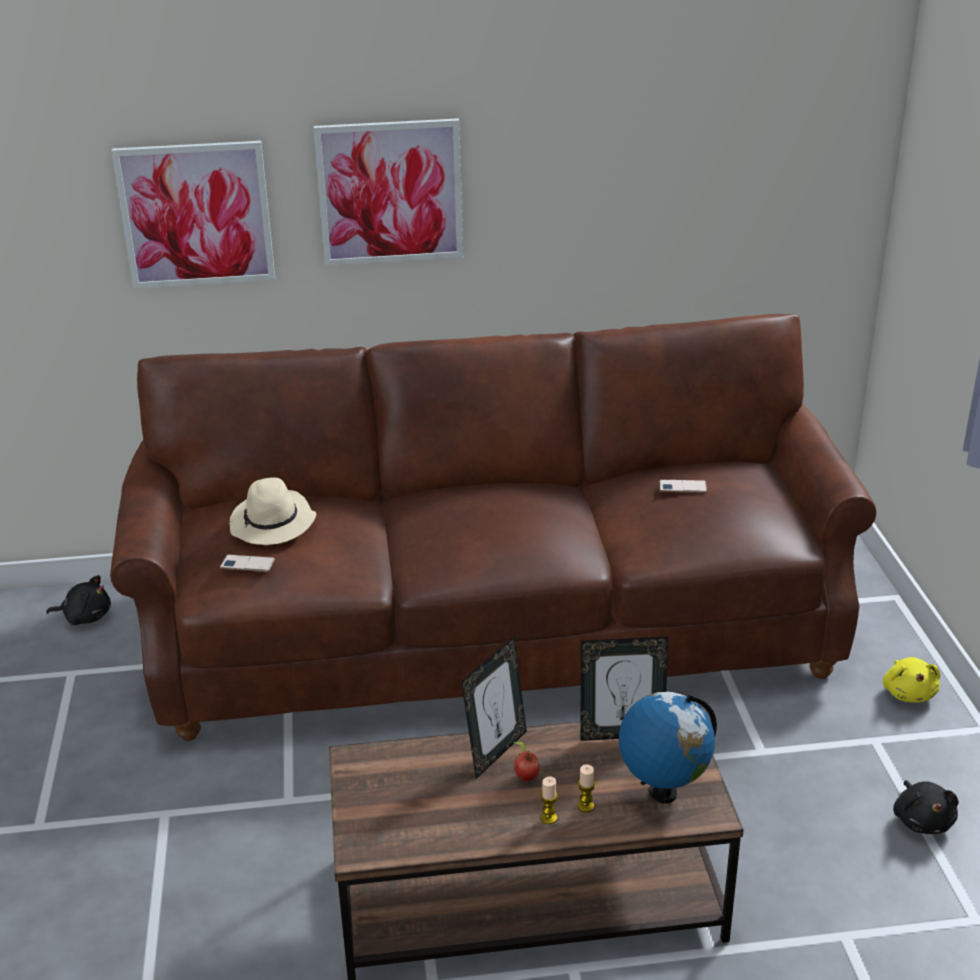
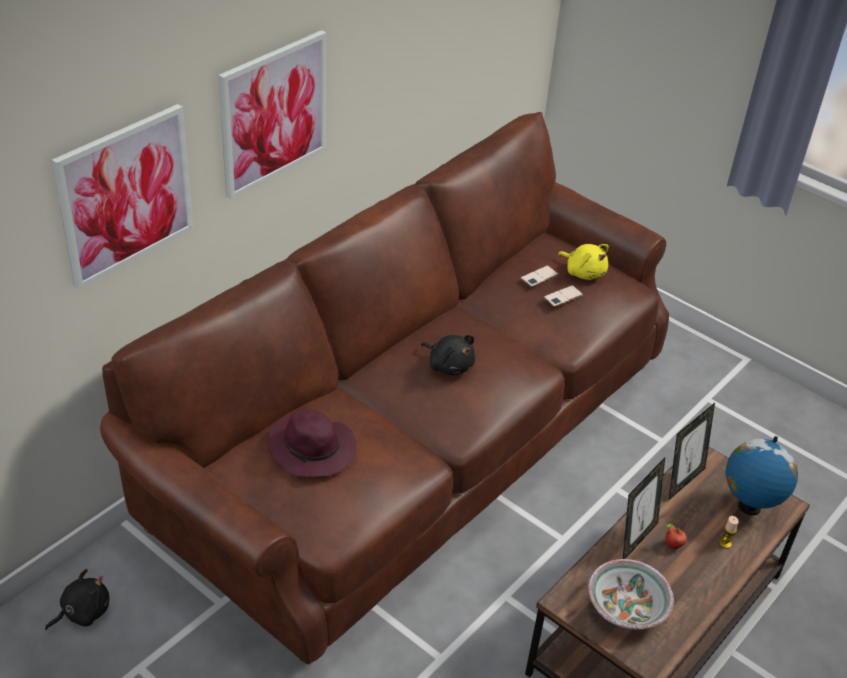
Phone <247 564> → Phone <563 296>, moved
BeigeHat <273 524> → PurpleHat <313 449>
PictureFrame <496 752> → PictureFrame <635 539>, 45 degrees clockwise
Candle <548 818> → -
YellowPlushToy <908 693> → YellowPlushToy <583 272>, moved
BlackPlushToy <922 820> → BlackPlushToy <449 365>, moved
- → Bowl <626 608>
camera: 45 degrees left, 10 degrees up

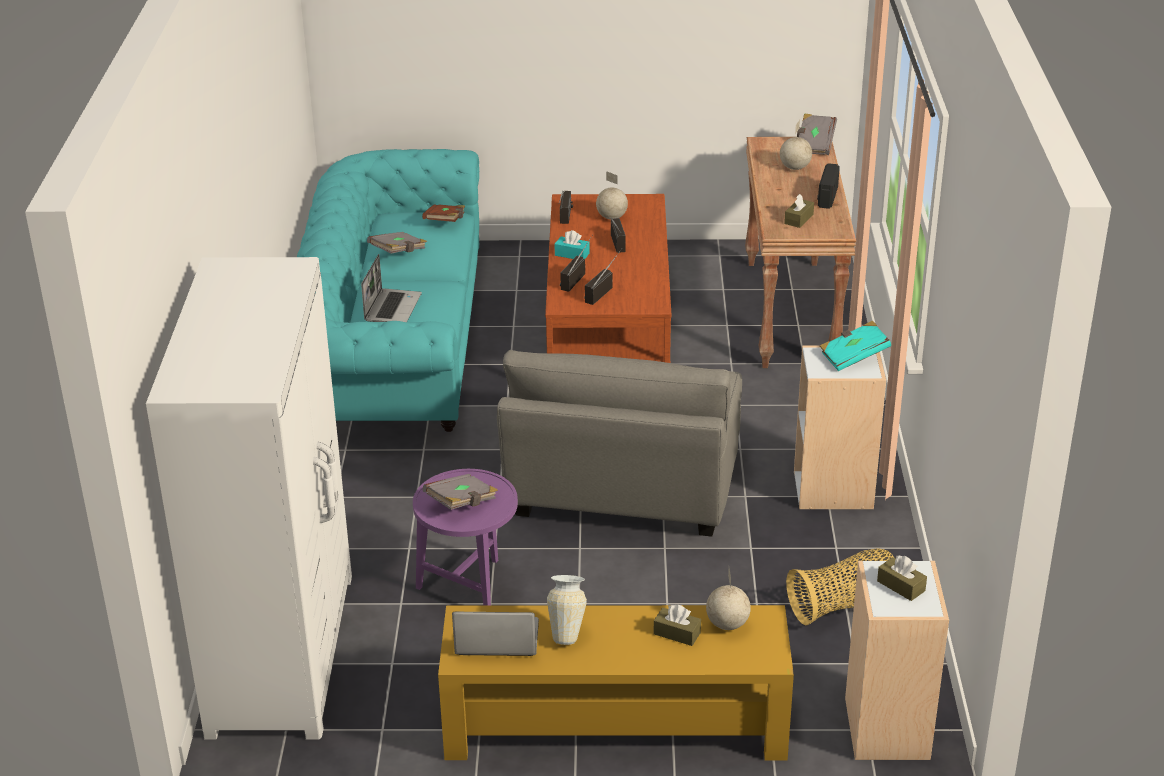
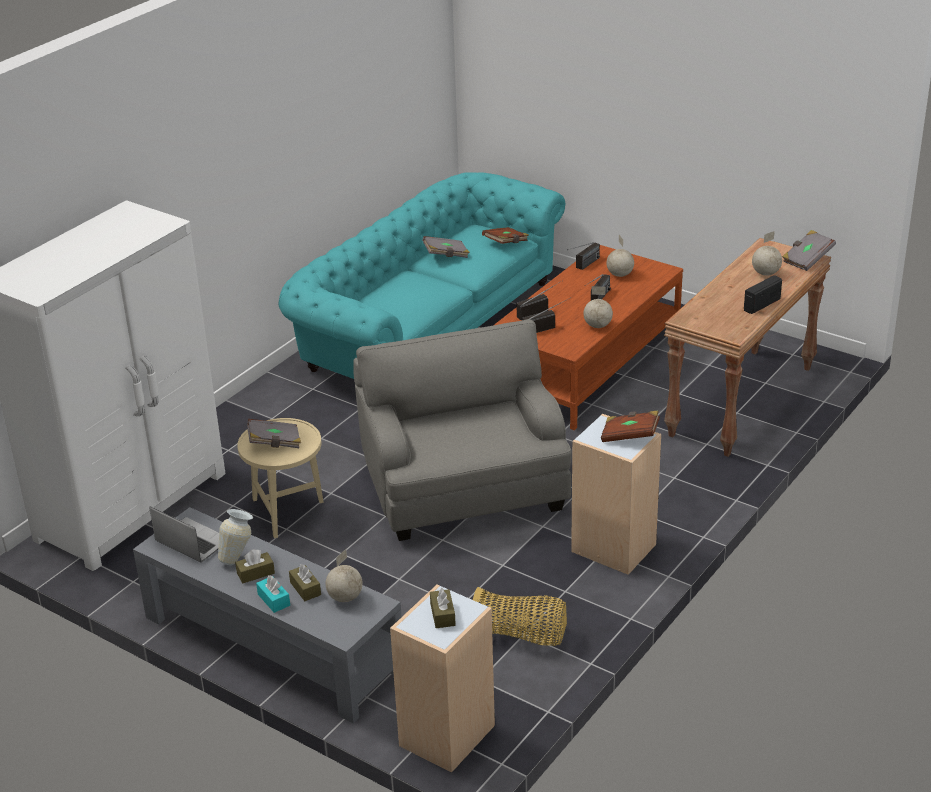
Laptop <392 307> → -
PurpleSideTable <469 585> → BeigeSideTable <287 511>
YellowTvStand <615 722> → GreyTvStand <273 643>
GreyArmchair <623 487> → GreyArmchair <463 485>, 120 degrees clockwise
TurquoiseTissueBox <572 254> → TurquoiseTissueBox <274 600>, moved
BrownTissueBox <798 219> → BrownTissueBox <255 573>, moved
TurquoiseBook <853 357> → BrownBook <630 436>
- → Globe <597 326>
camera: 35 degrees right, 0 degrees up

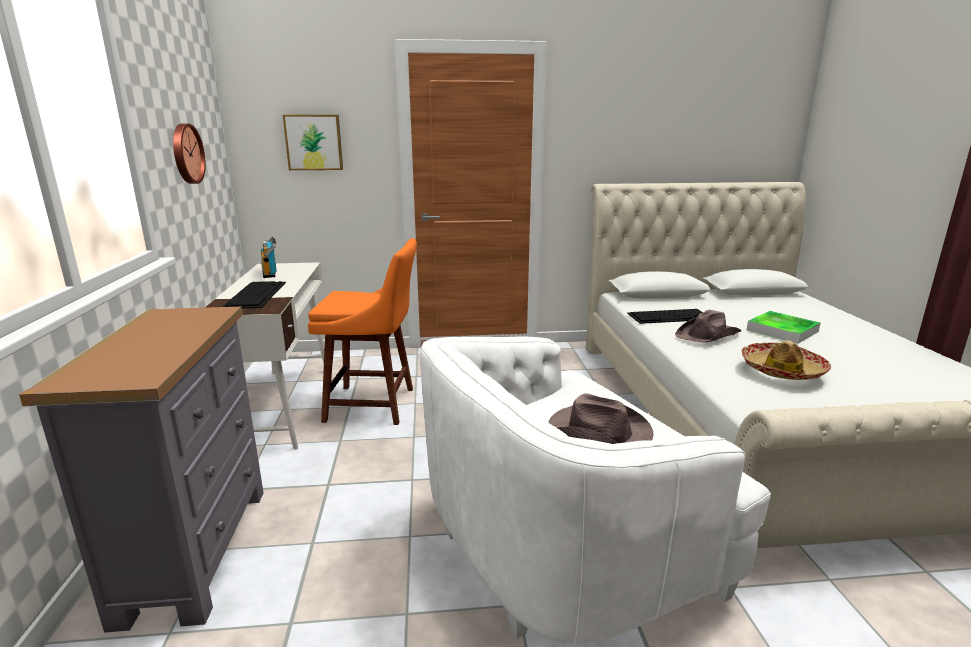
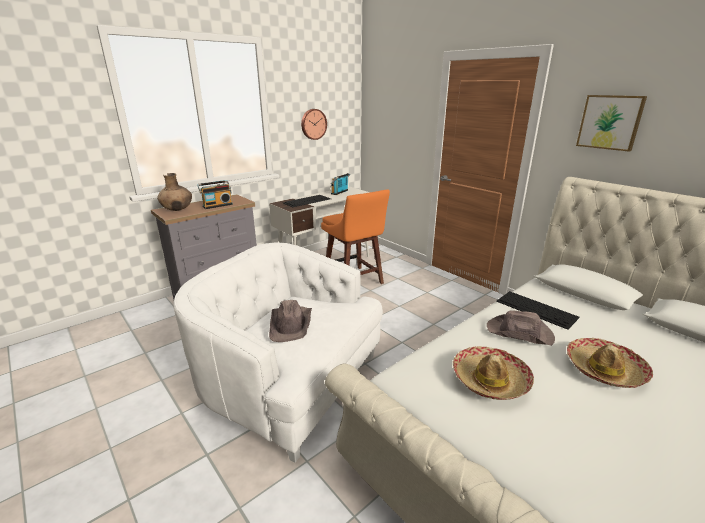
Picture <314 142> → Picture <610 122>, moved
Tray <782 330> → Hat <604 369>
- → BrownVase <177 210>
- → Radio <217 205>
camera: 55 degrees right, 5 degrees up

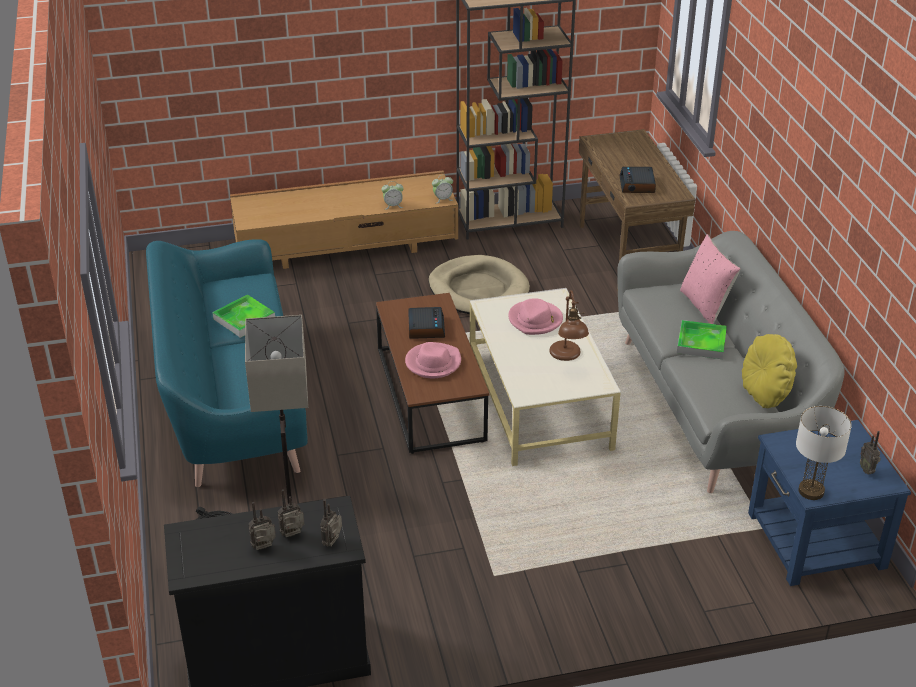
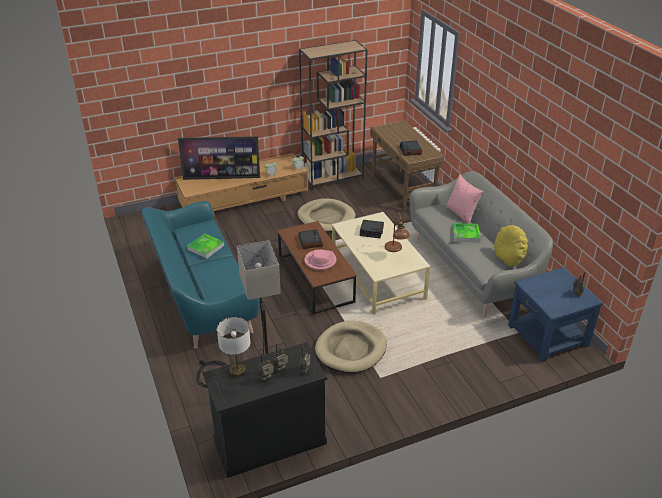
PinkHat <535 320> → AlarmClock <372 231>
TableLamp <811 491> → TableLamp <237 370>, moved
- → Television <222 178>
- → BeigeDogBed <351 349>
camera: 10 degrees left, 0 degrees up

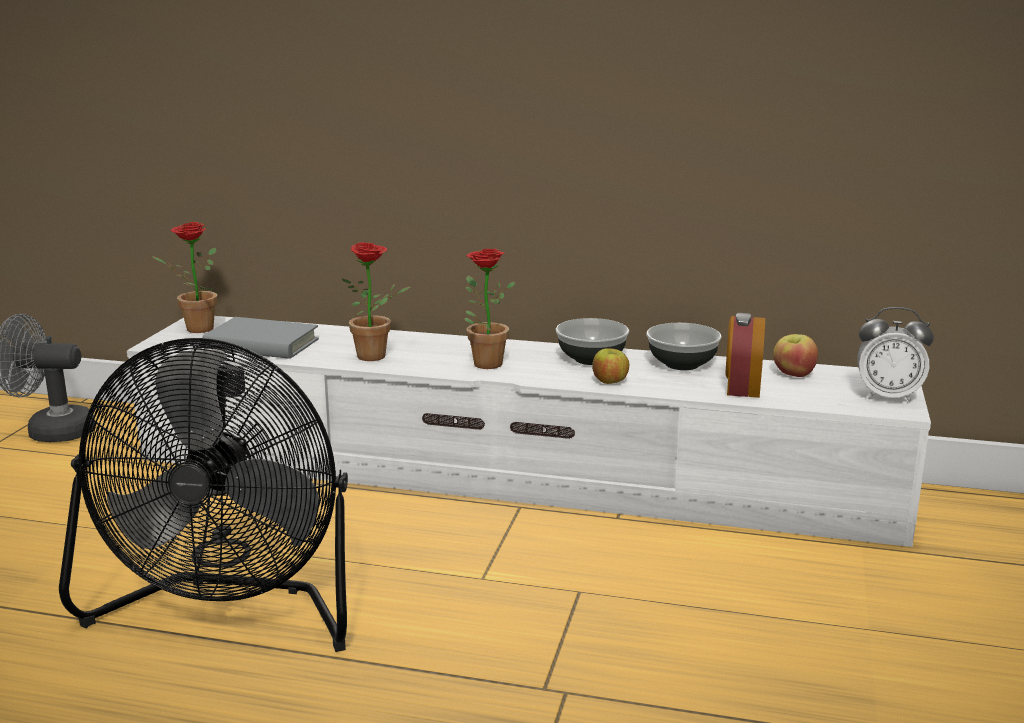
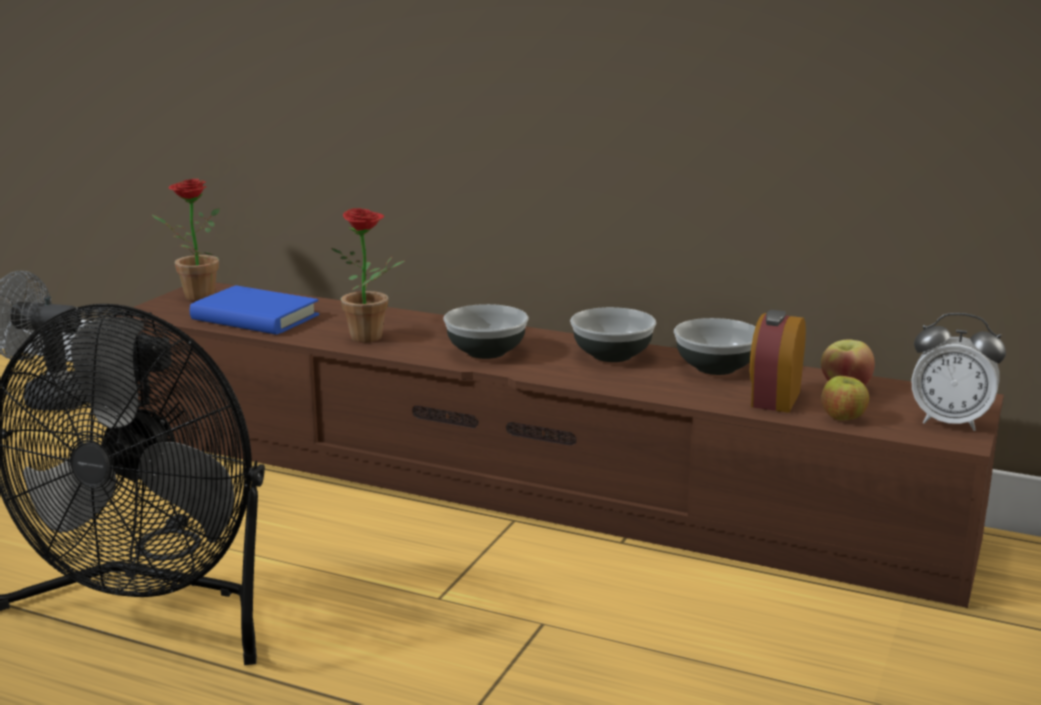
WhiteTvStand <512 473> → BrownTvStand <520 481>
GreyBook <261 344> → BlueBook <255 317>
PottedPlant <483 362> → Bowl <486 351>
Apple <610 382> → Apple <843 418>, moved
camera: 10 degrees right, 0 degrees up

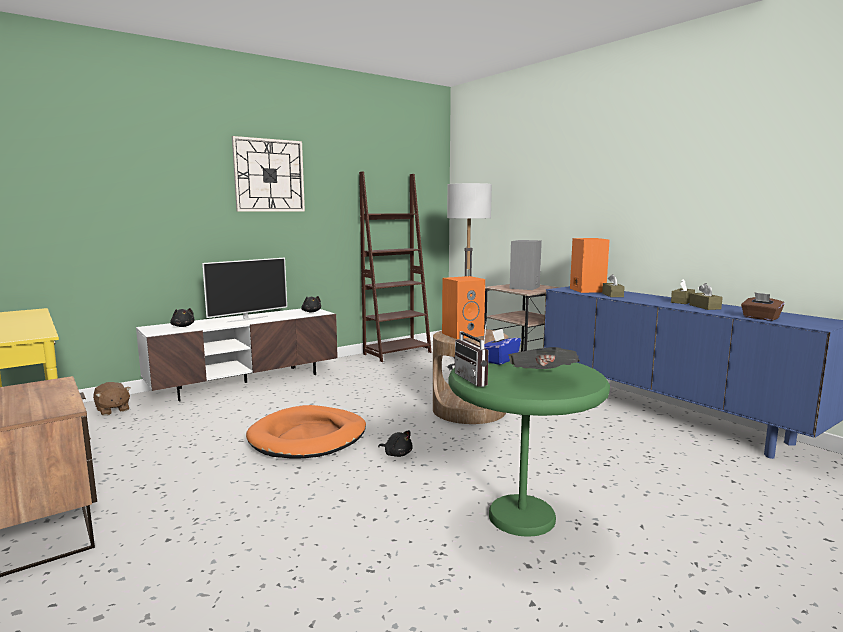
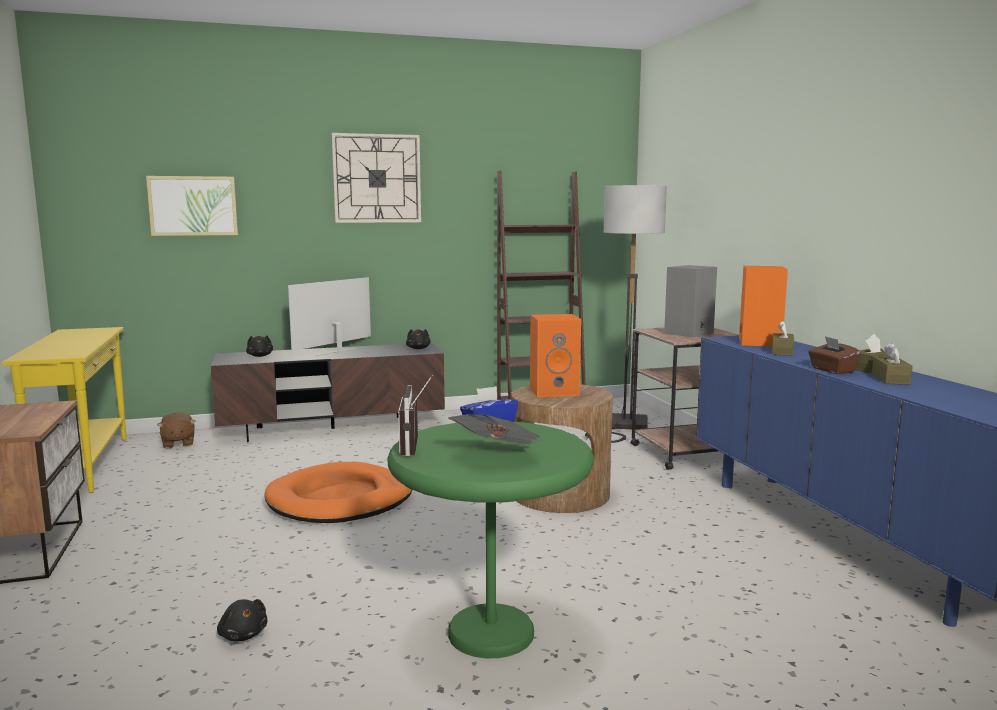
WhiteTvStand <245 382> → BlackTvStand <333 428>
Television <247 319> → Television <336 352>, 150 degrees clockwise
BlackPlushToy <397 454> → BlackPlushToy <243 635>, moved
BrownTissueBox <760 318> → BrownTissueBox <832 370>, moved
- → Picture <193 206>
camera: 20 degrees right, 0 degrees up

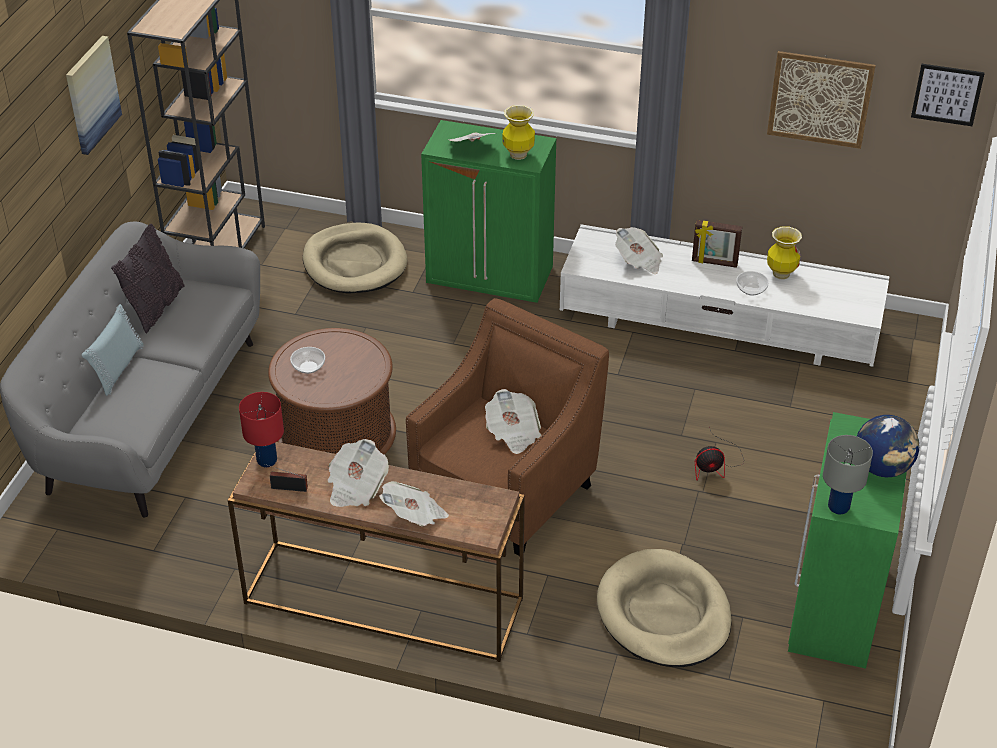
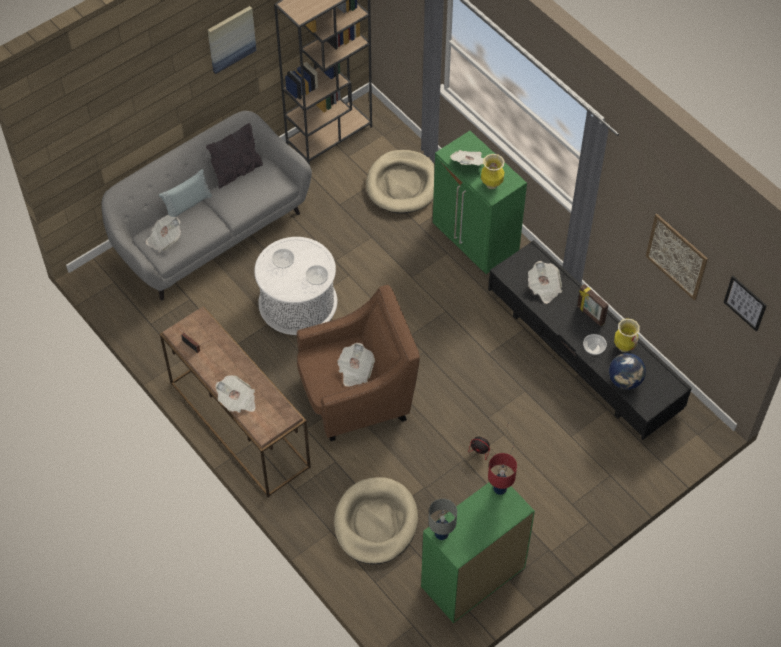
RedTableLamp <267 462> → RedTableLamp <499 490>, moved
BrownCoffeeTable <336 433> → WhiteCoffeeTable <297 302>
Newspaper <356 487> → Newspaper <164 239>, moved
WhiteTvStand <719 322> → BlackTvStand <584 352>
Globe <882 468> → Globe <625 381>, moved
- → Bowl <317 279>
camera: 35 degrees right, 15 degrees up

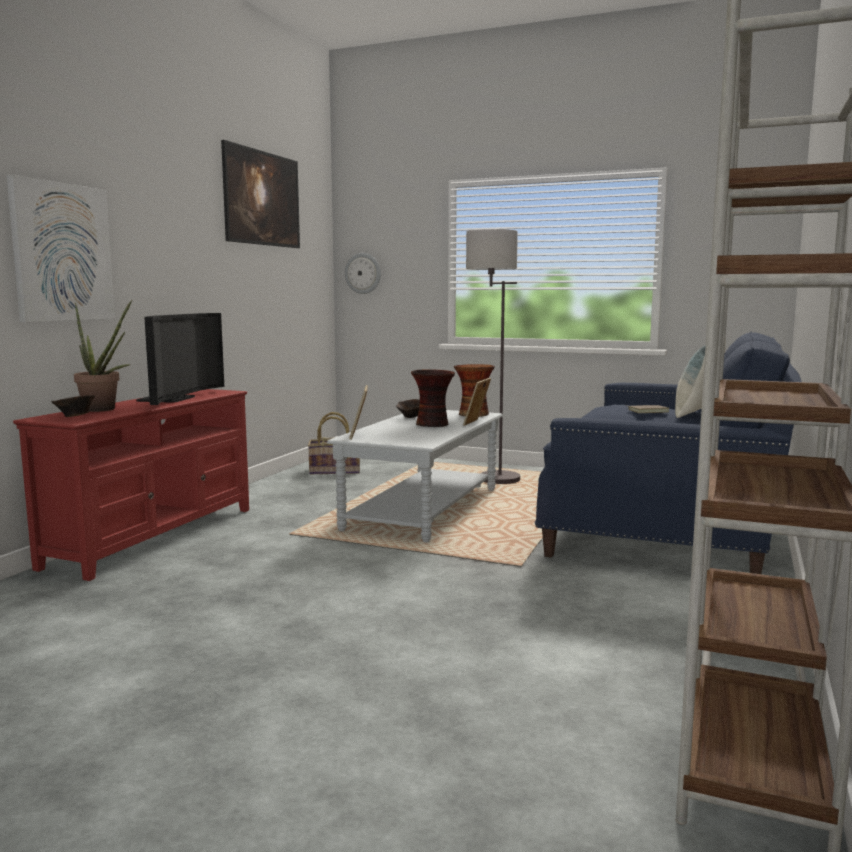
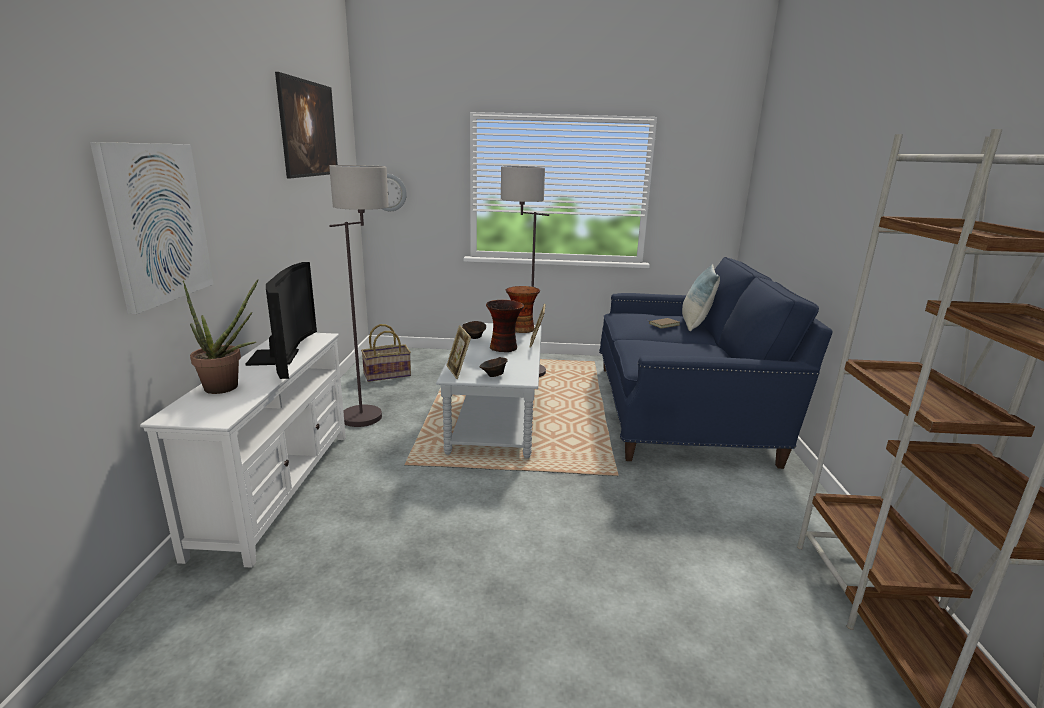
RedTvStand <153 537> → WhiteTvStand <276 489>
BrownBowl <74 417> → BrownBowl <493 375>, moved
- → GreyFloorLamp <370 413>
camera: 20 degrees left, 10 degrees up

